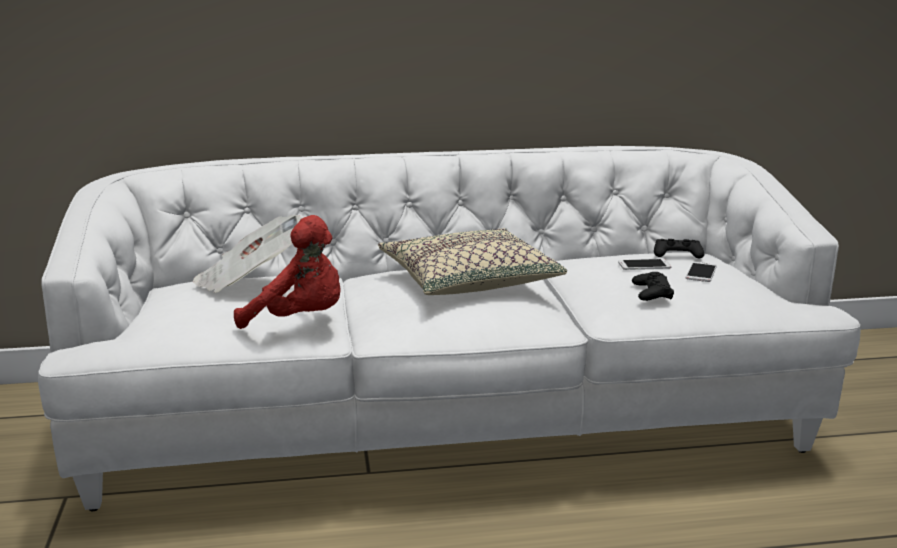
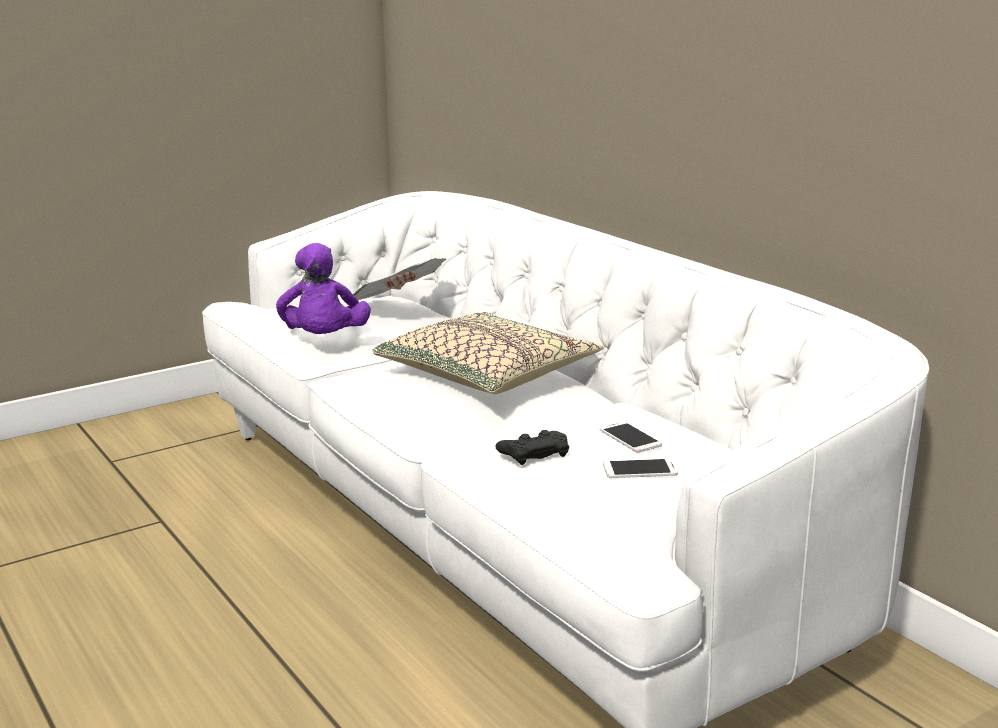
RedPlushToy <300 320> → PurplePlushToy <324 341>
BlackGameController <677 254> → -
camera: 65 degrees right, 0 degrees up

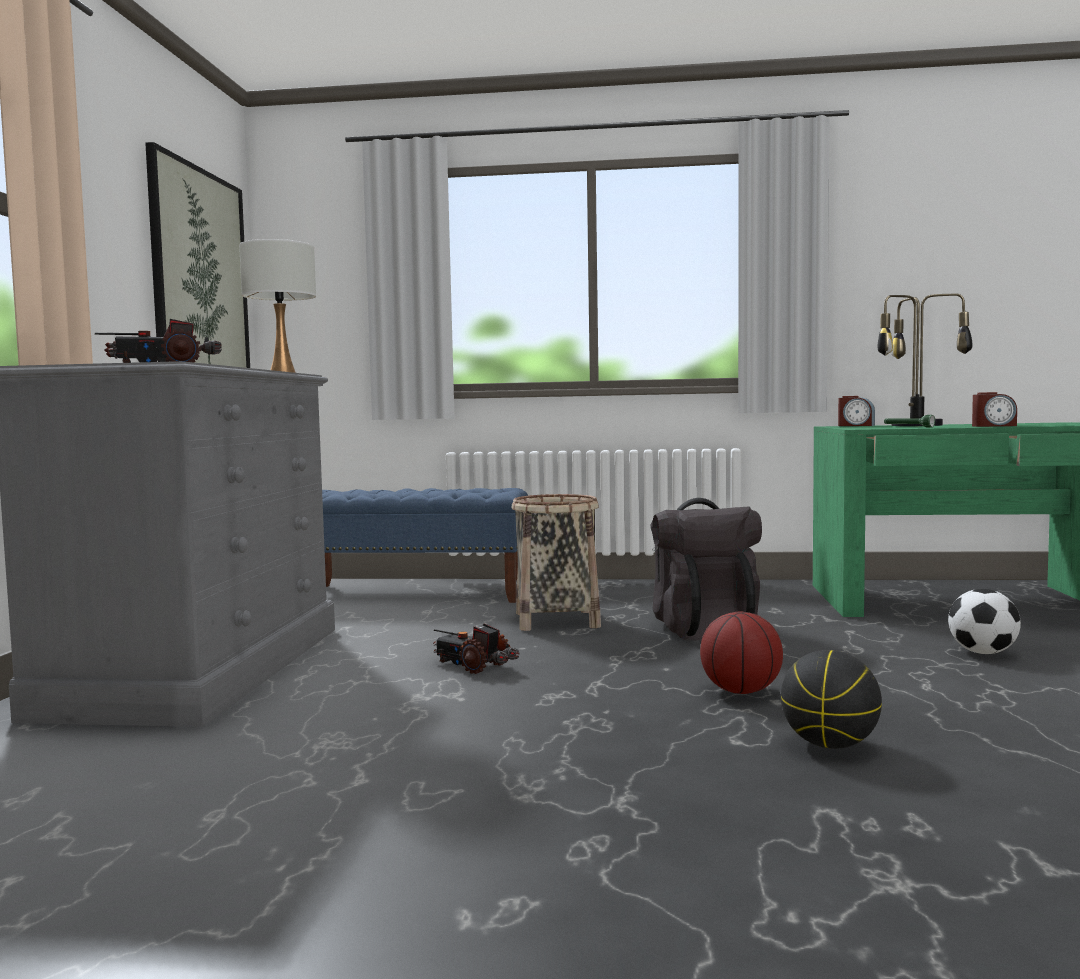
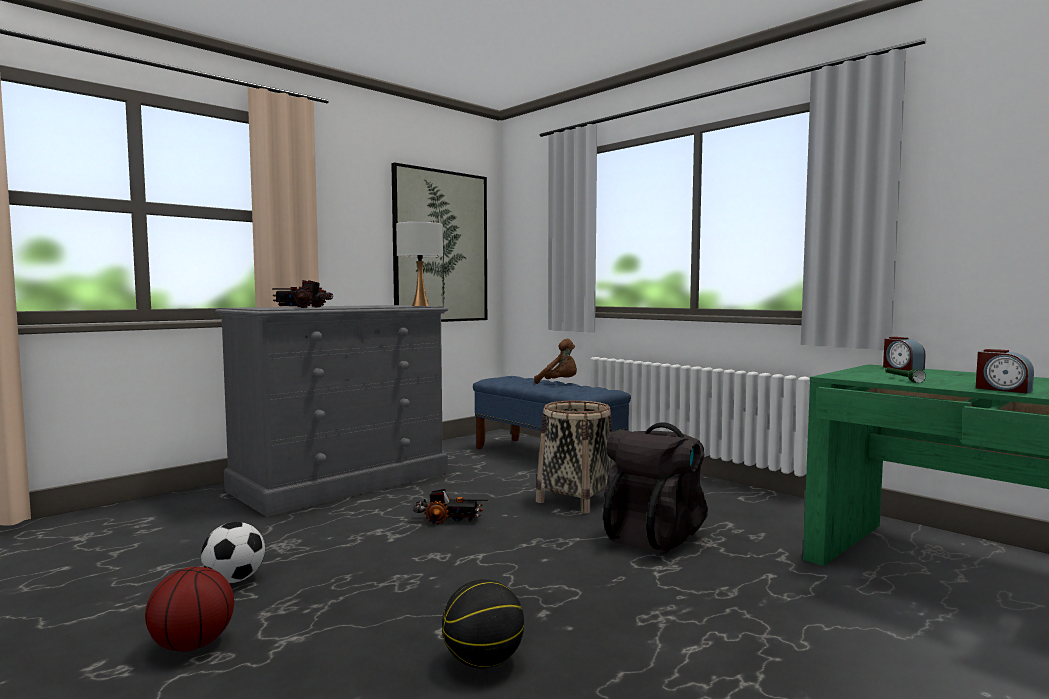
ToyTruck <474 666> → ToyTruck <449 520>, 105 degrees clockwise
Basketball <740 691> → Basketball <192 645>, moved
TableLamp <916 425> → -
Football <983 653> → Football <234 580>, moved
- → BrownPlushToy <559 383>
camera: 40 degrees right, 0 degrees up

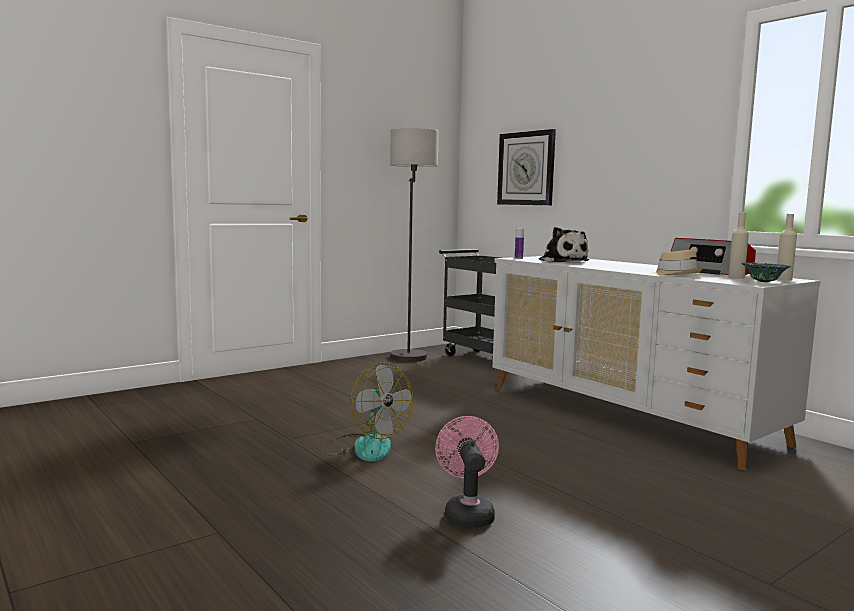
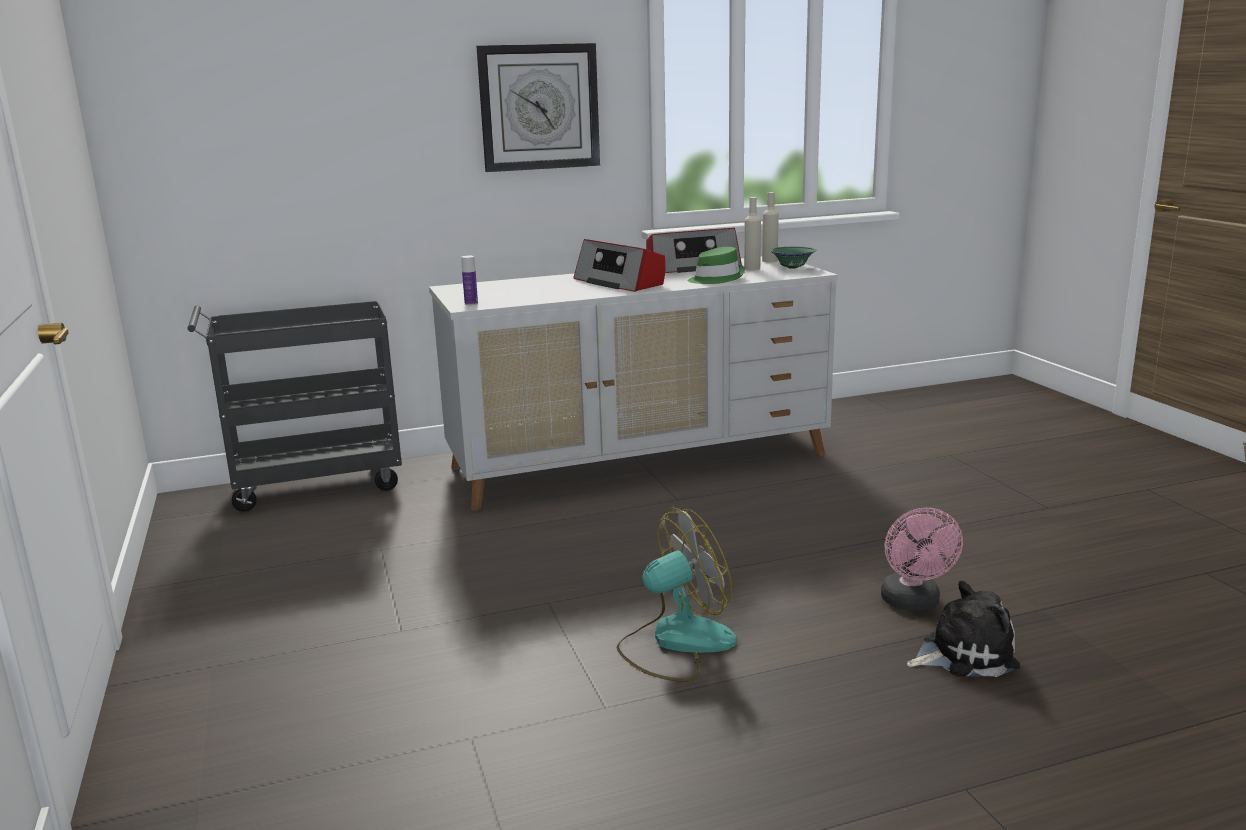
GreyFloorLamp <410 360> → -
PinkFan <467 513> → PinkFan <913 603>, 105 degrees counterclockwise
WallClock <526 168> → WallClock <539 107>, moved
PlushToy <562 261> → PlushToy <963 654>, moved
BeigeHat <676 274> → GreenHat <715 278>
- → Radio <620 282>
camera: 70 degrees left, 10 degrees up

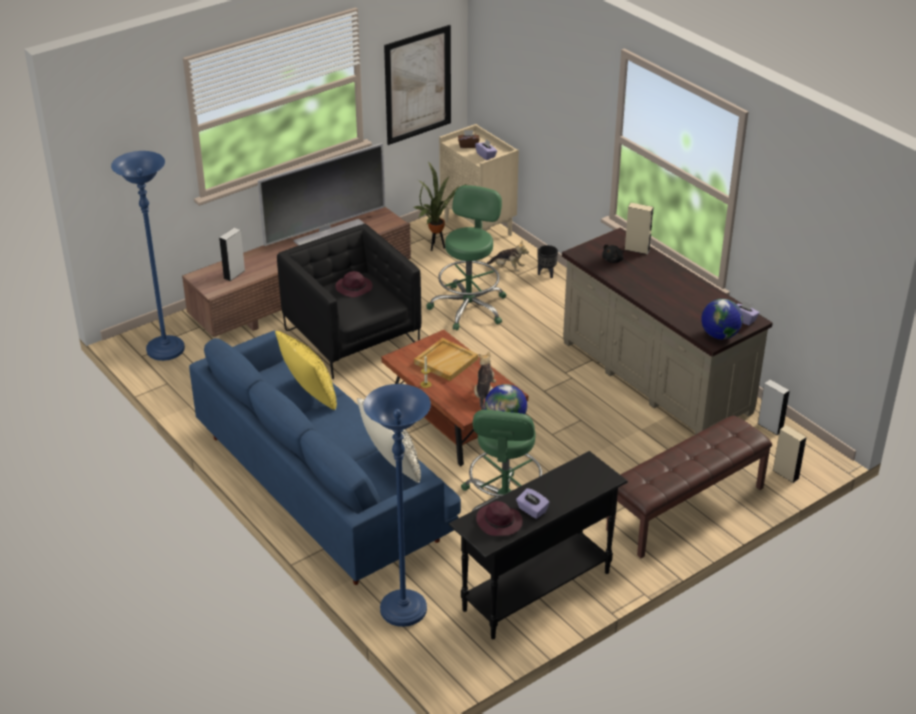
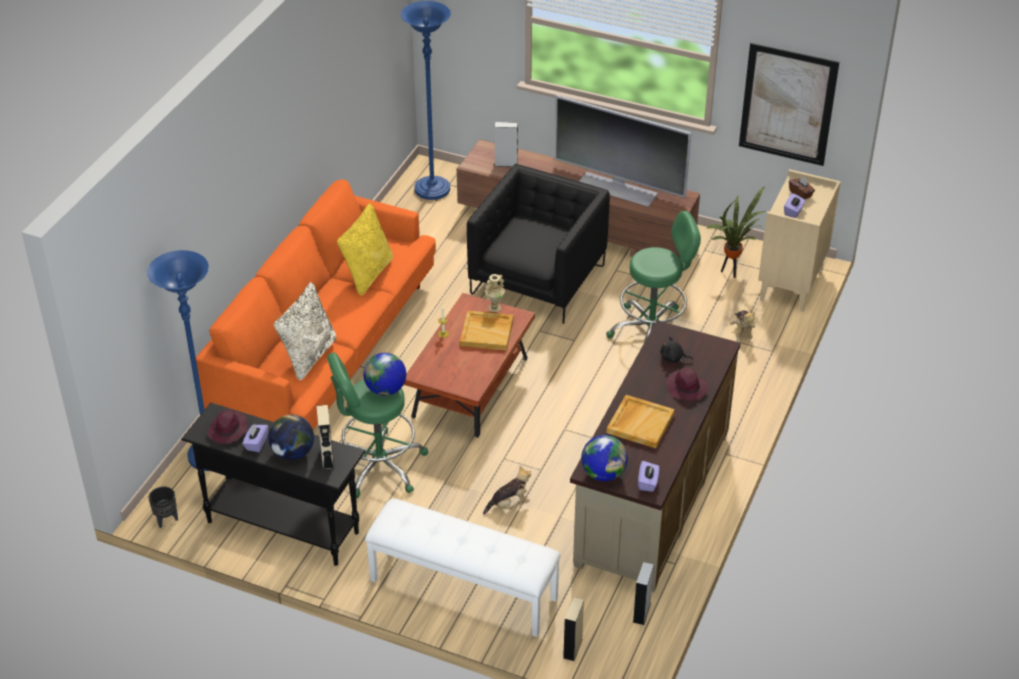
BlueSofa <323 487> → OrangeSofa <326 350>
PurpleHat <354 288> → PurpleHat <687 388>, moved
PlushToy <484 394> → PlushToy <509 504>, moved
BlackPlanter <547 273> → BlackPlanter <167 520>, moved
BrownBench <686 509> → WhiteBench <462 589>
BeigeSpeaker <637 249> → BeigeSpeaker <327 458>, moved
- → Globe <293 453>
- → BeigeVase <494 307>
- → BeigeTray <640 423>
camera: 60 degrees right, 5 degrees up

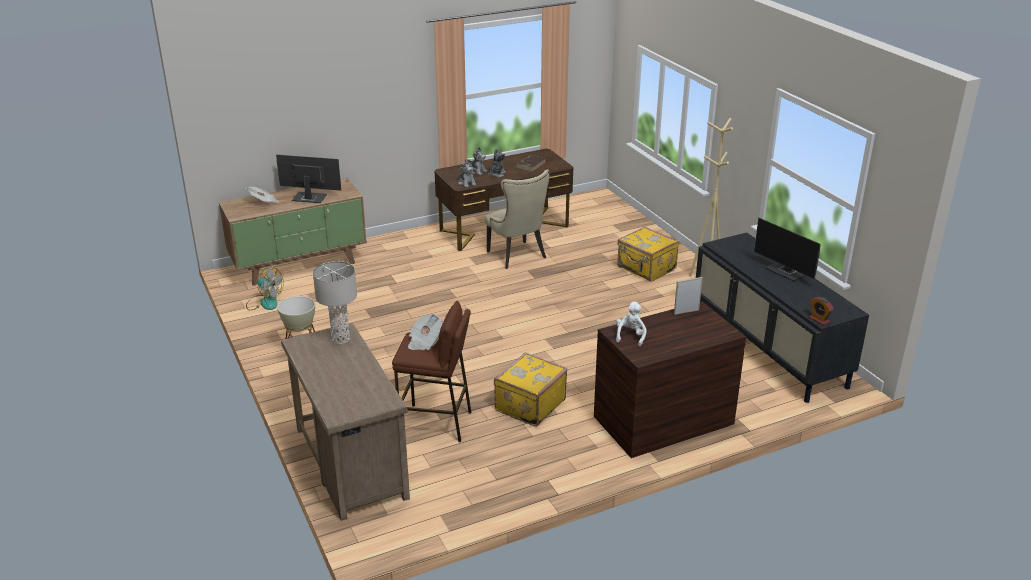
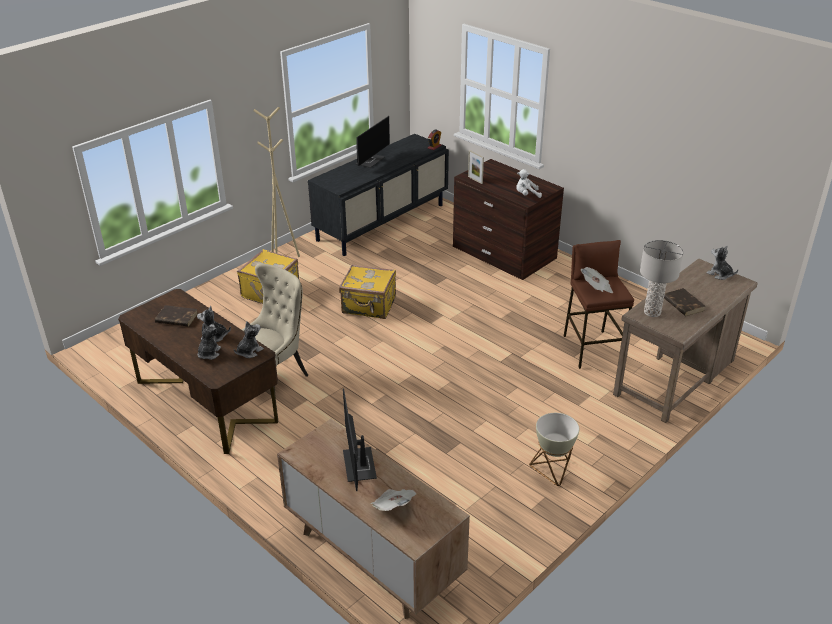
Fan <264 302> → -
YellowSuitcase <529 405> → YellowSuitcase <369 306>, moved
- → BrownBook <683 304>
- → PlushToy <719 274>
camera: 110 degrees left, 5 degrees up

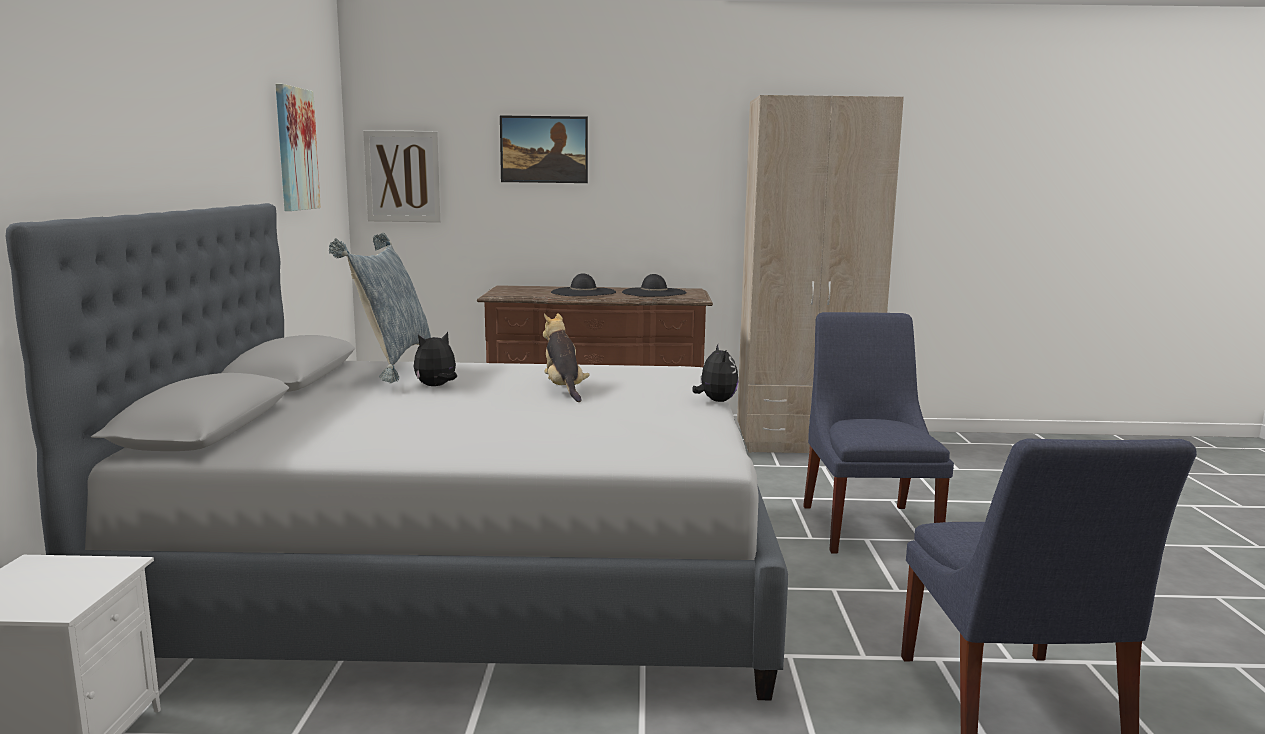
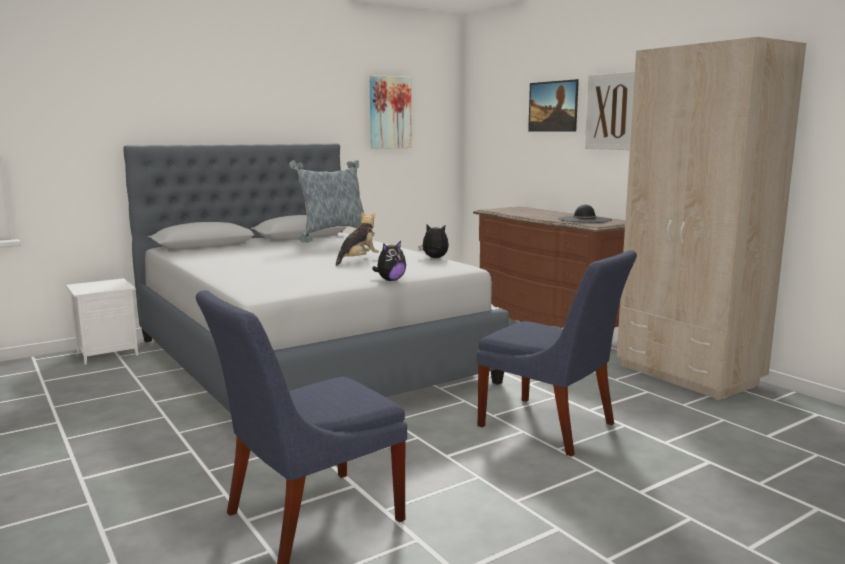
Picture <403 176> → Picture <611 111>, moved
PlushToy <436 386> → PlushToy <434 258>, moved
BlackHat <583 292> → -
BlueChair <868 525> → BlueChair <551 427>, 75 degrees clockwise
camera: 55 degrees right, 0 degrees up

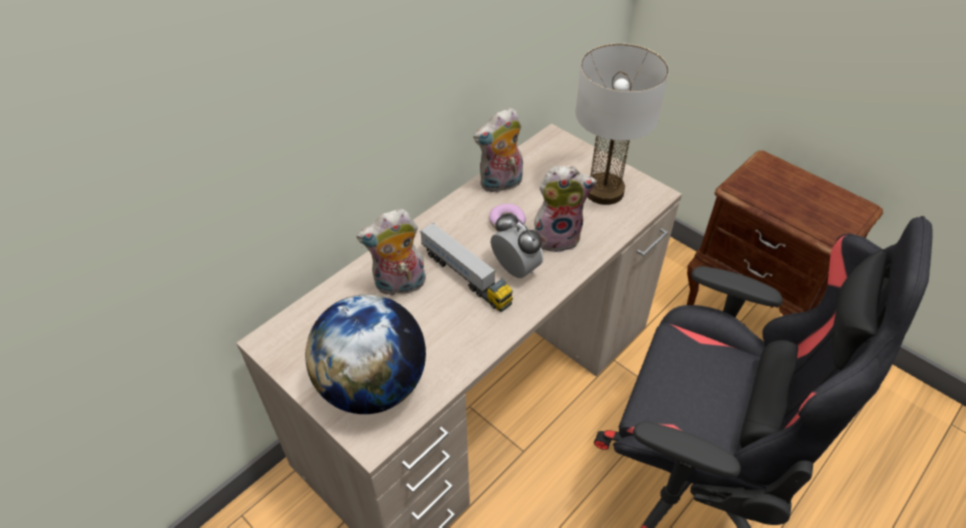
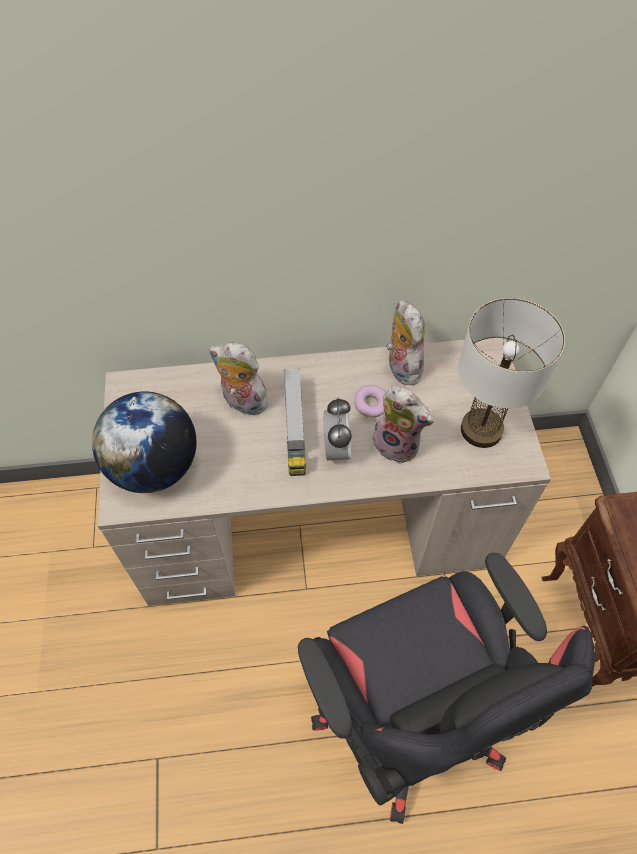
PlushToy <501 184> → PlushToy <401 367>, 60 degrees clockwise
camera: 40 degrees right, 10 degrees up

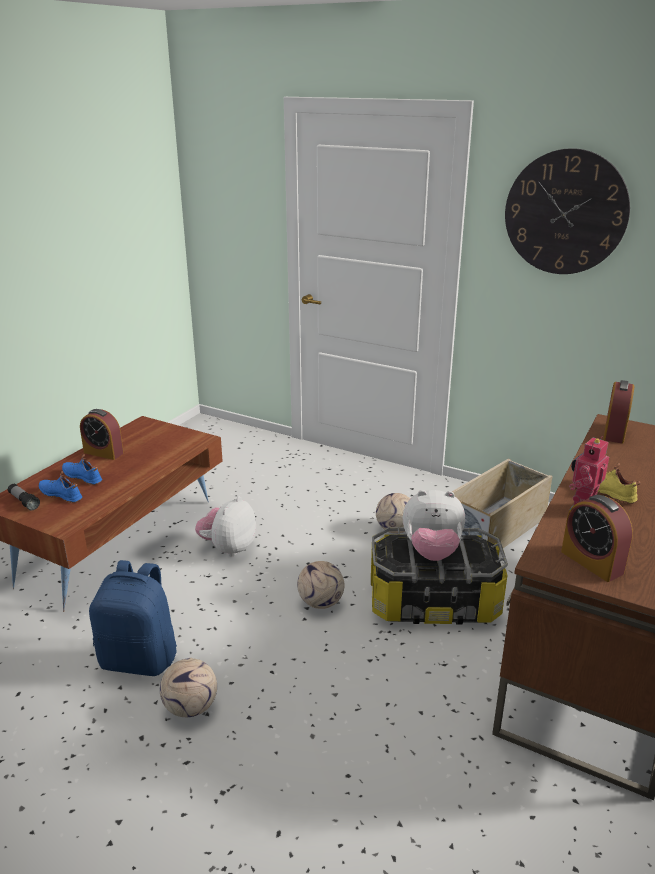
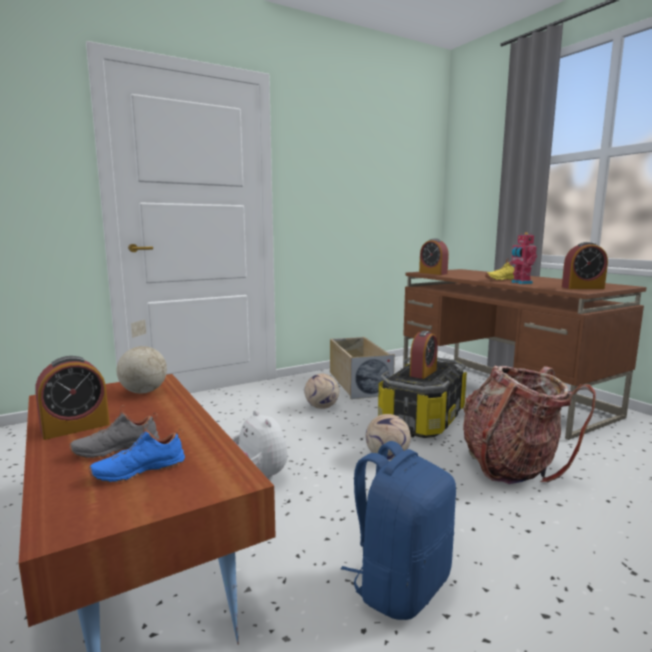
Flashlight <24 502> → -
BlueShoe <83 477> → GreyShoe <116 448>
Football <190 707> → -
PlushToy <432 552> → AlarmClock <423 373>
WallClock <565 213> → -
- → Globe <143 392>
- → Backpack <511 465>
camera: 60 degrees left, 15 degrees down

